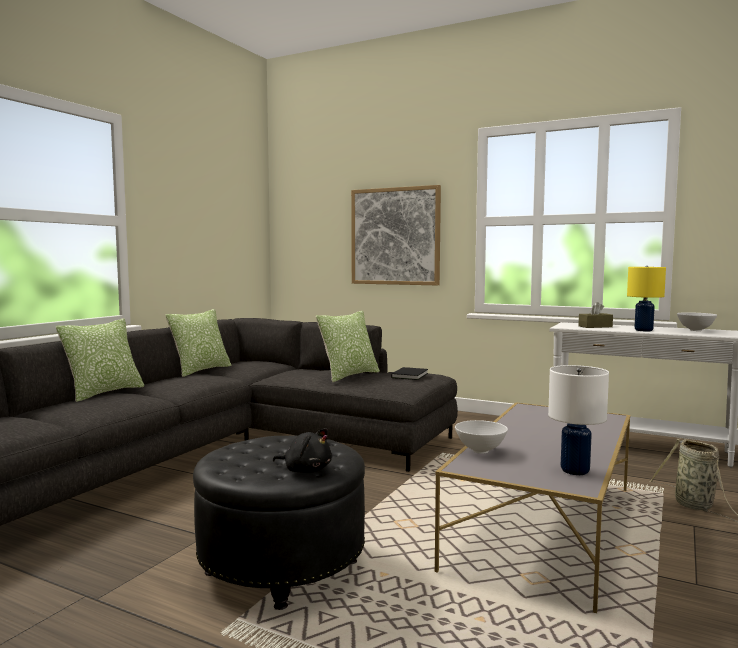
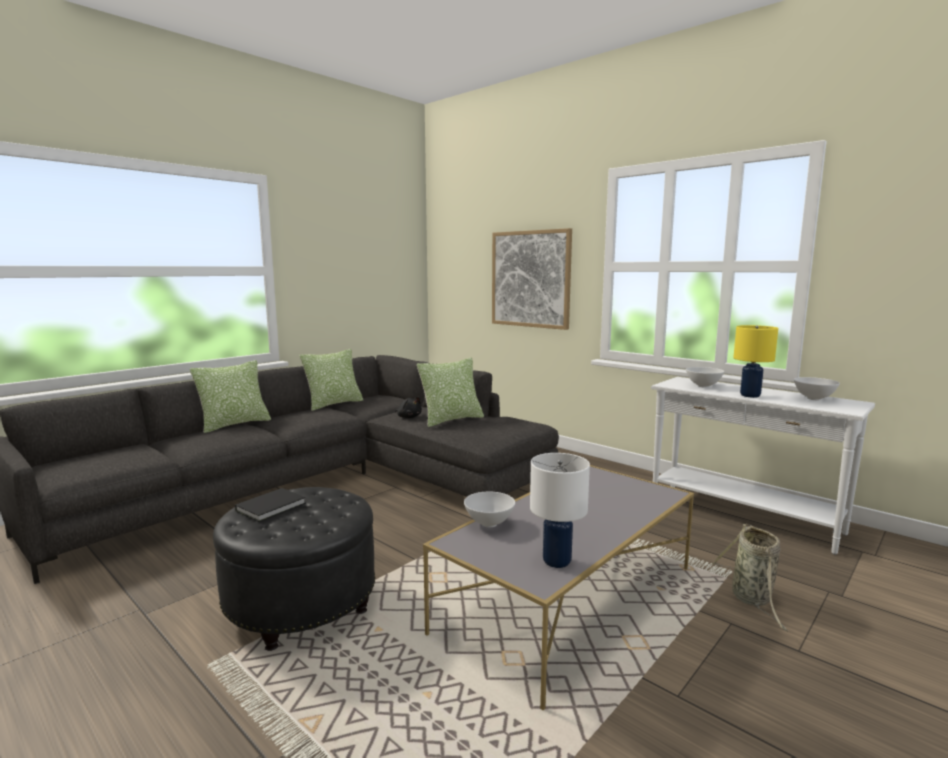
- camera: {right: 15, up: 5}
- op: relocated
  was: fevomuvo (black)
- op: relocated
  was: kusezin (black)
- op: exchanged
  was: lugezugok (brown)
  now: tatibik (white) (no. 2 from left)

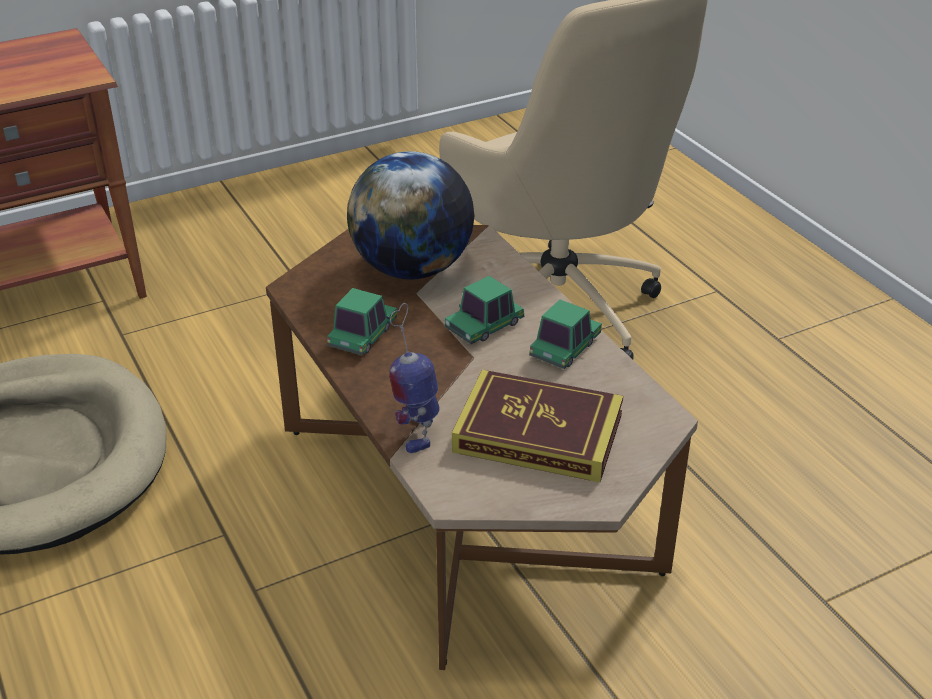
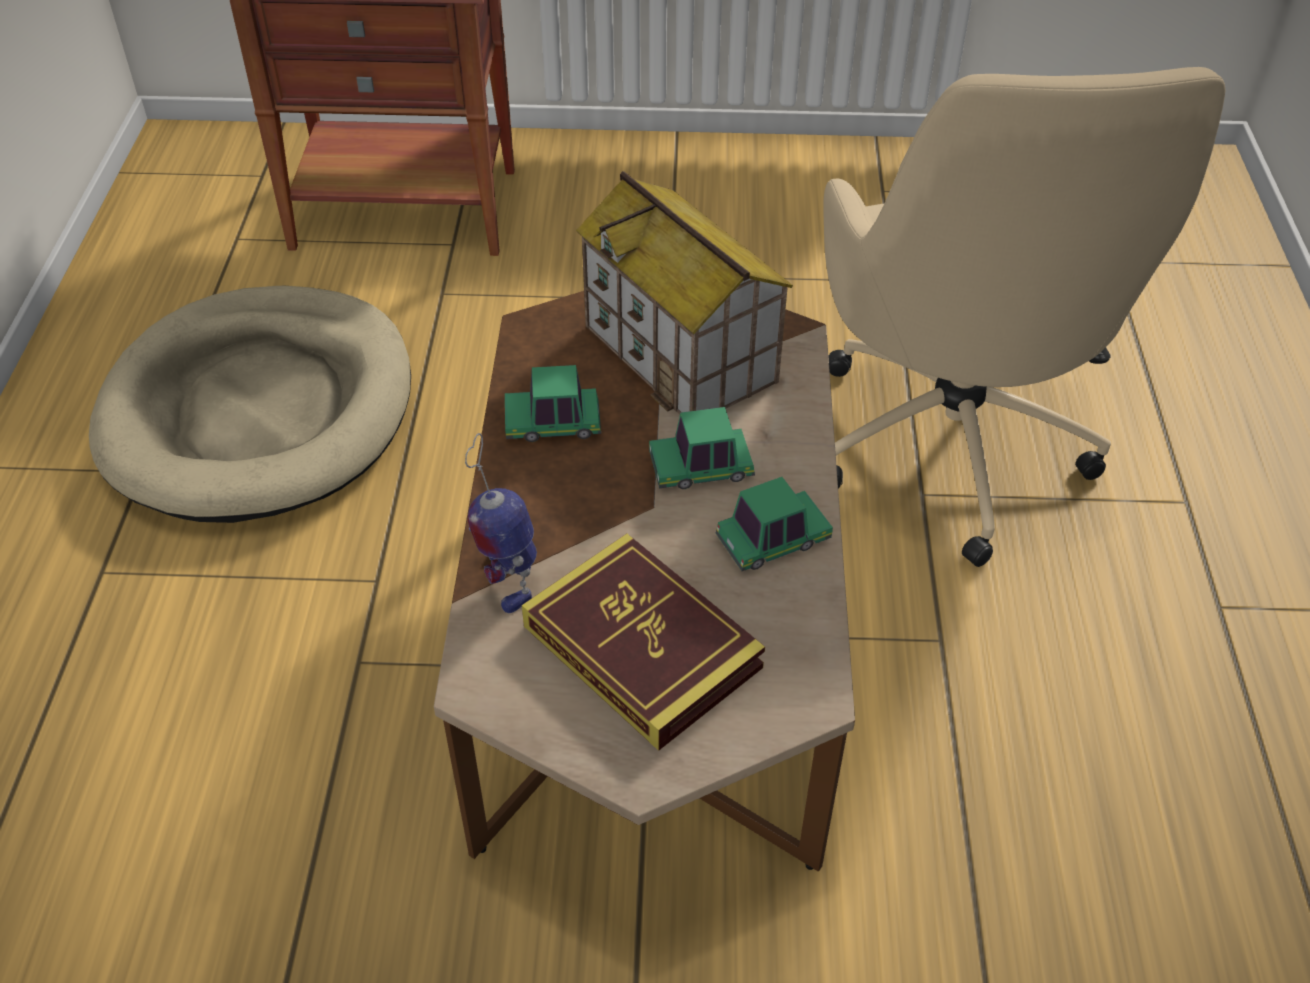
- camera: {right: 30, up: 10}
- op: exchanged
  was: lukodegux
  now: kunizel
- op: spun
  was: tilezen (no. 1 from left)
  clockwise: -150
- op: spun
  was: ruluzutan
  clockwise: -45

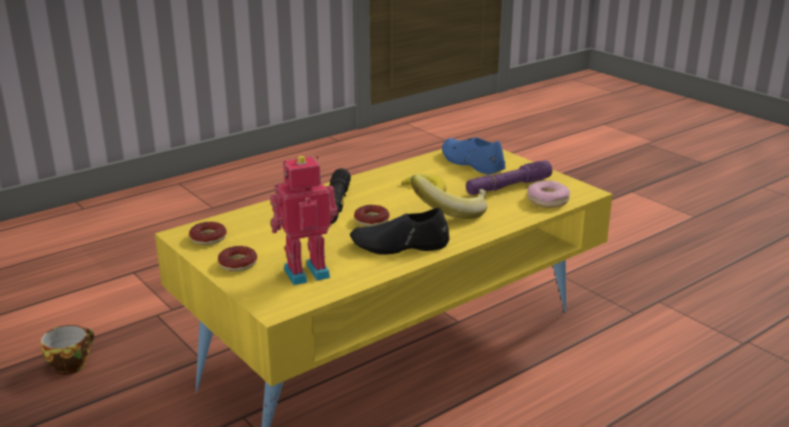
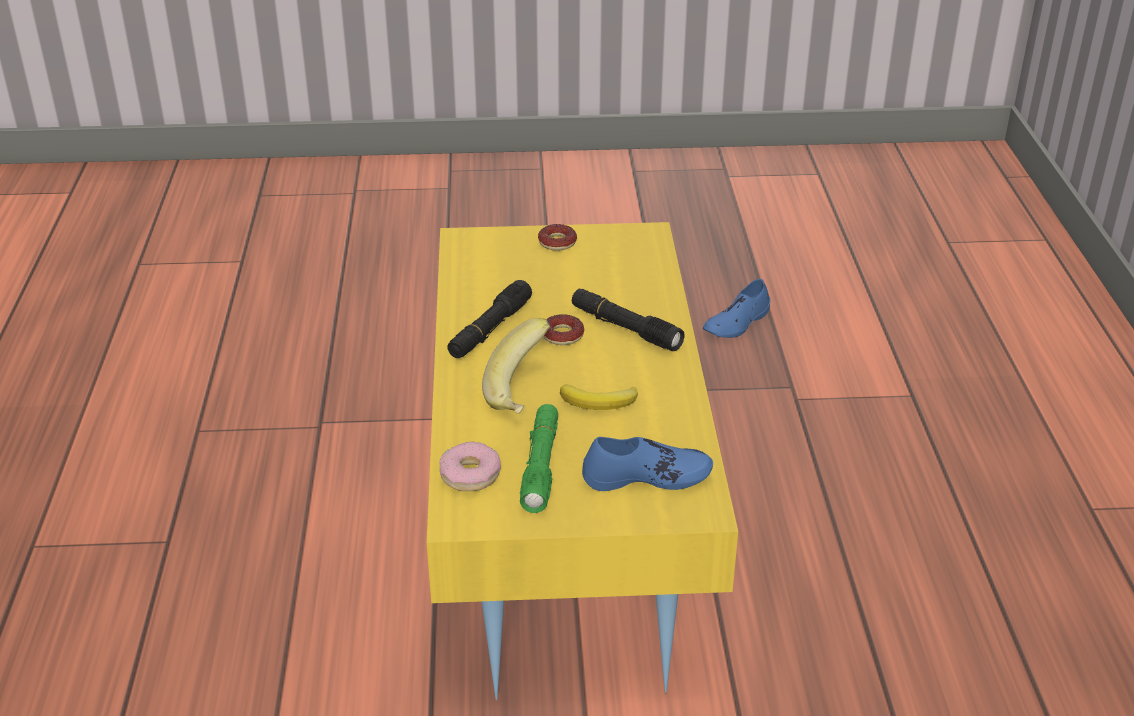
- camera: {right: 125, up: 10}
- op: missing
  was: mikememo (no. 1 from left)
- op: missing
  was: ruluzutan
- op: exchanged
  was: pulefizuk
  now: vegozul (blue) (no. 2 from left)
- op: exchanged
  was: vegozul (black)
  now: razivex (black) (no. 1 from left)
- op: colour
  was: razivex (purple)
  now: razivex (green)

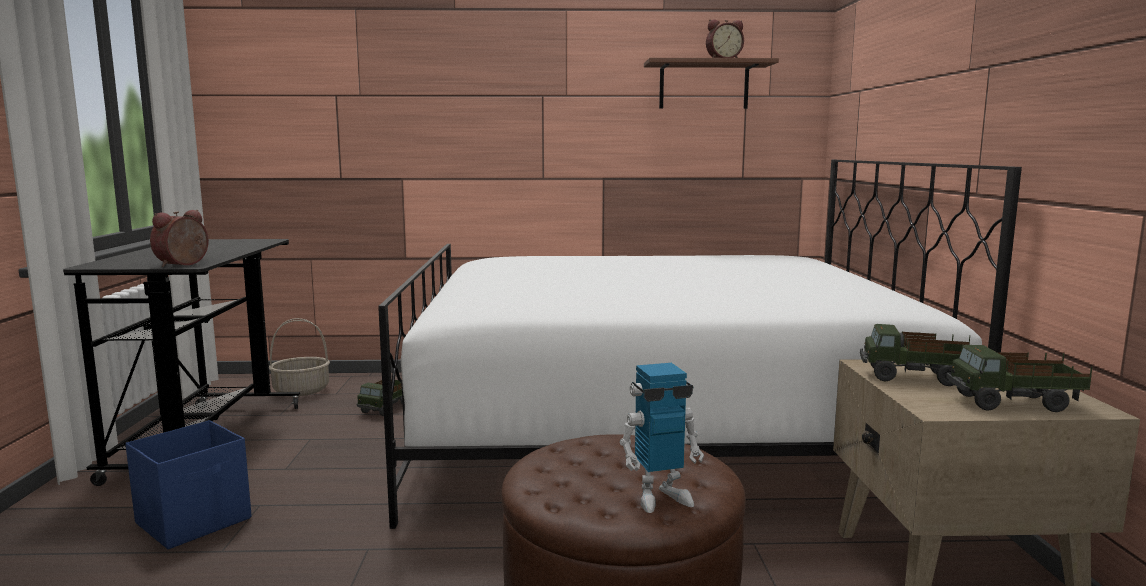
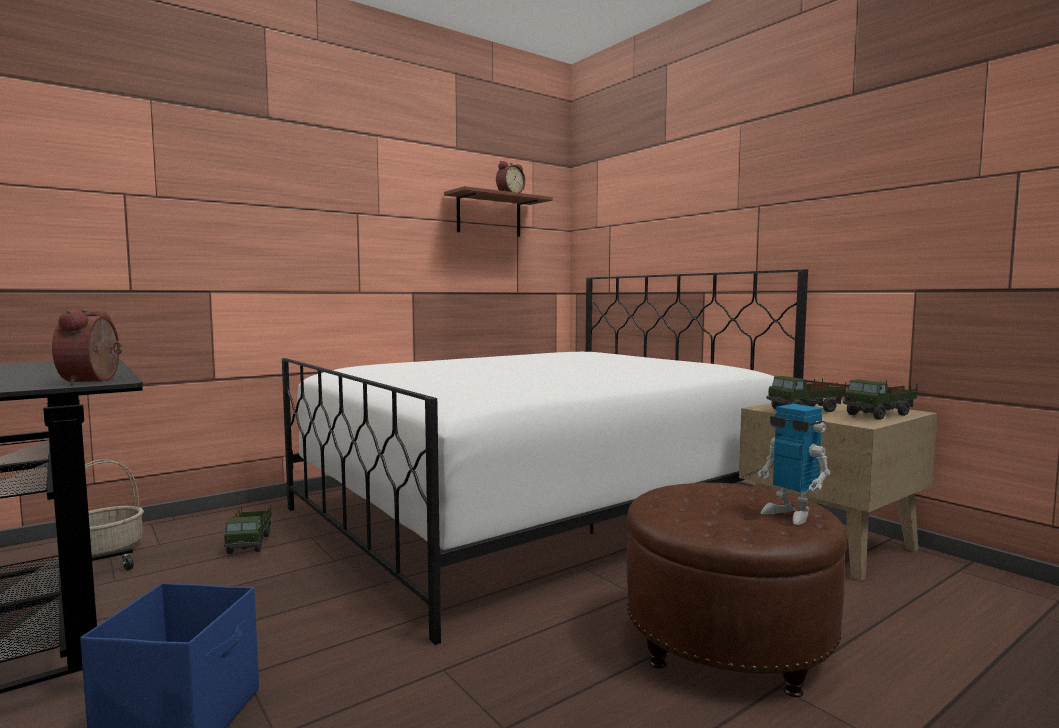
- camera: {right: -35, up: -5}
- op: spun
  was: ruluzutan
  clockwise: 105

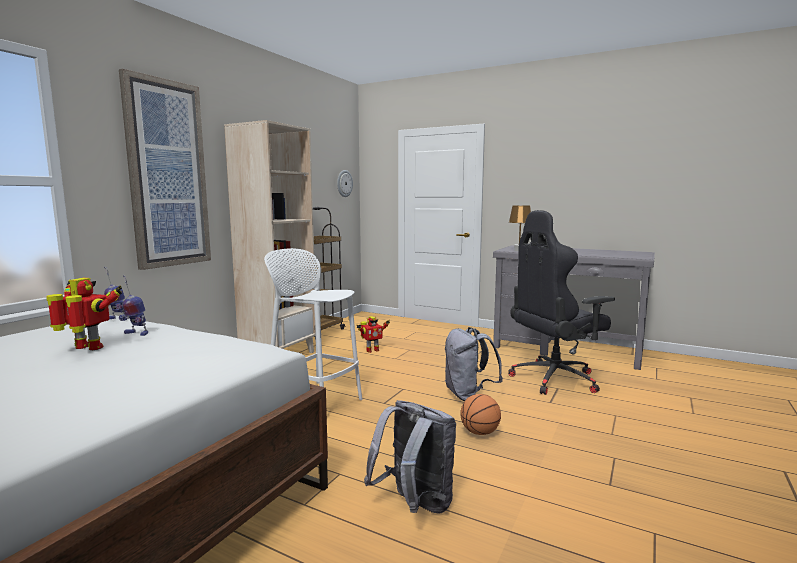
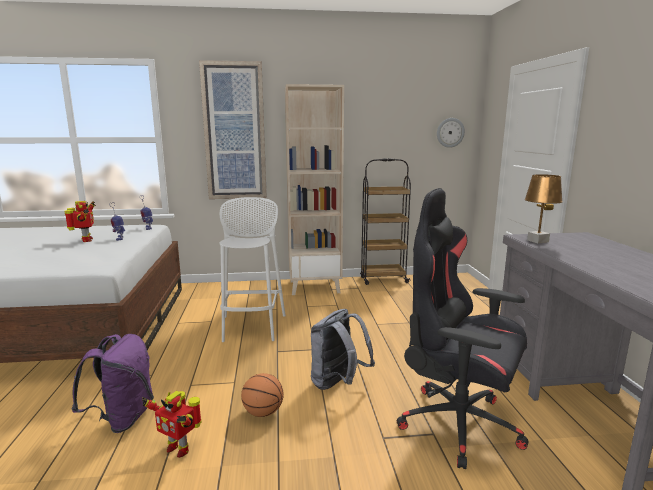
- camera: {right: 55, up: 5}
- op: relocated
  was: ruluzutan (no. 4 from left)
- op: colour
  was: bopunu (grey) (no. 1 from left)
  now: bopunu (purple)

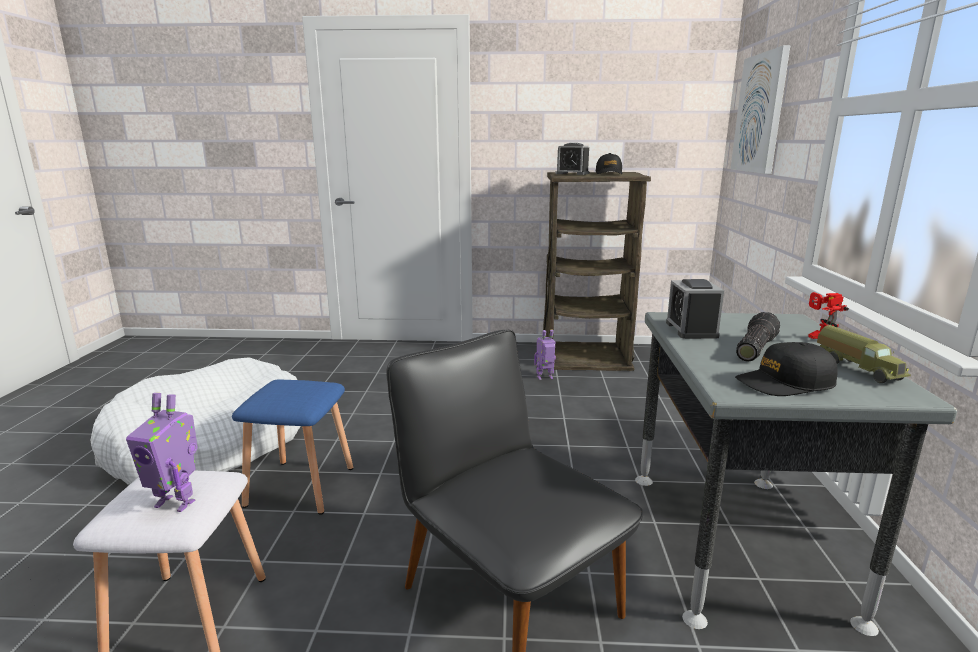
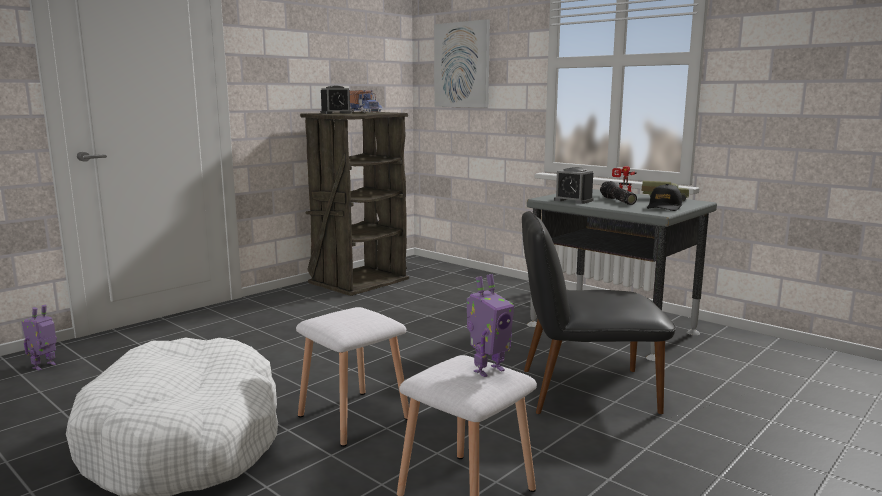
- camera: {right: -50, up: -5}
- op: relocated
  was: ruluzutan (no. 2 from left in the first image)
  now: ruluzutan (no. 1 from left)
- op: exchanged
  was: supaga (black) (no. 1 from left)
  now: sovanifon (no. 1 from left)
- op: colour
  was: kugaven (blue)
  now: kugaven (white) (no. 1 from left)

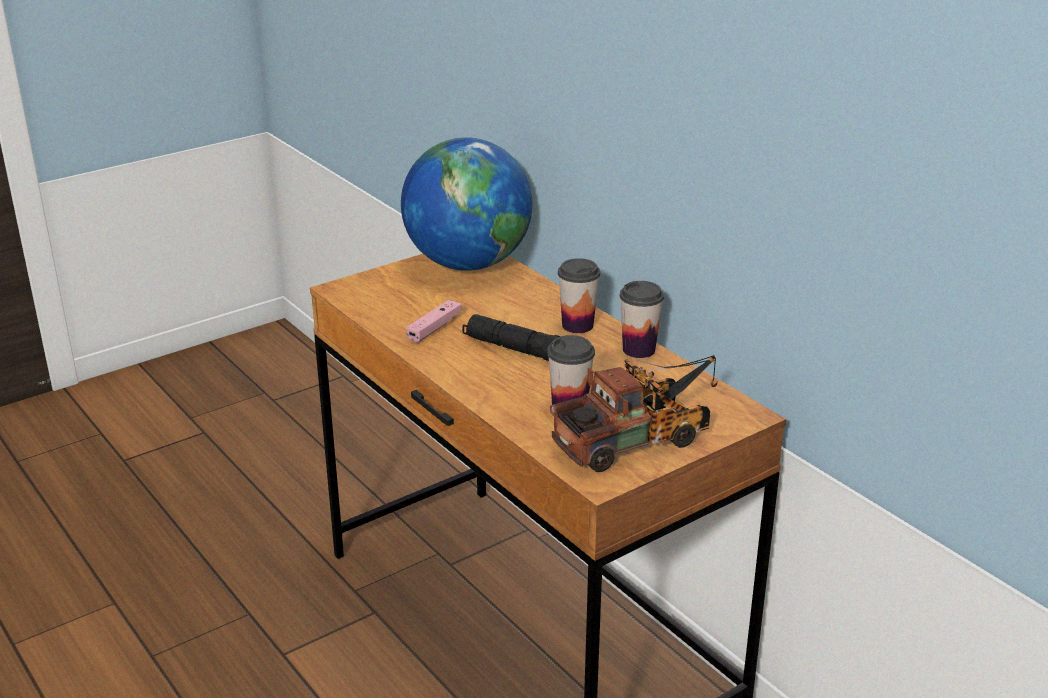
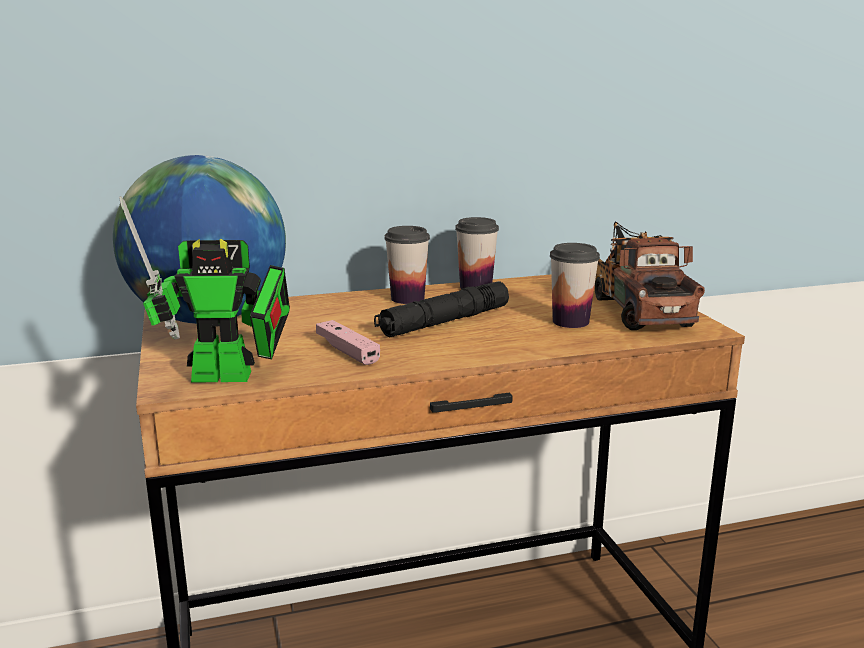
- camera: {right: -70, up: -10}
- op: appeared
  now: ruluzutan

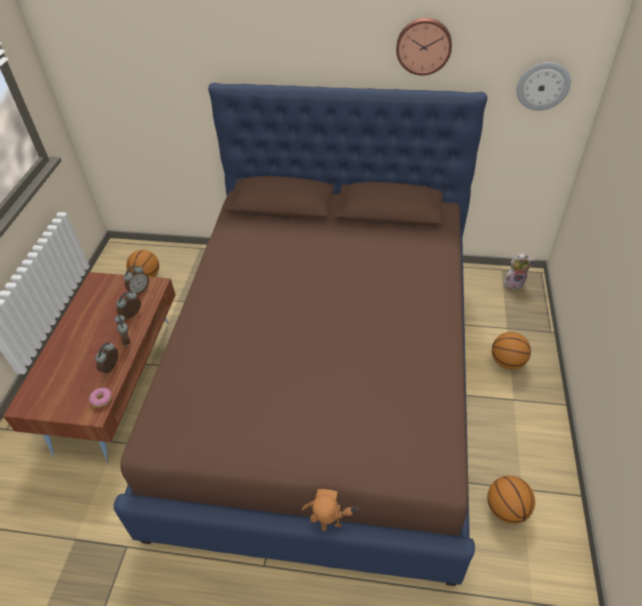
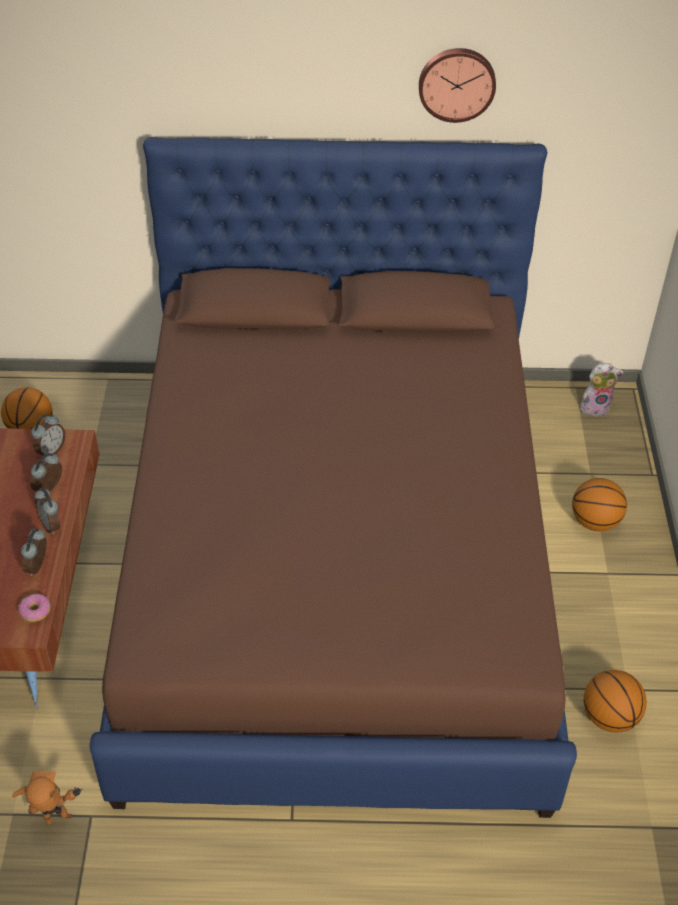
- camera: {right: -10, up: 0}
- op: missing
  was: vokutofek (no. 2 from left)
- op: relocated
  was: ruluzutan

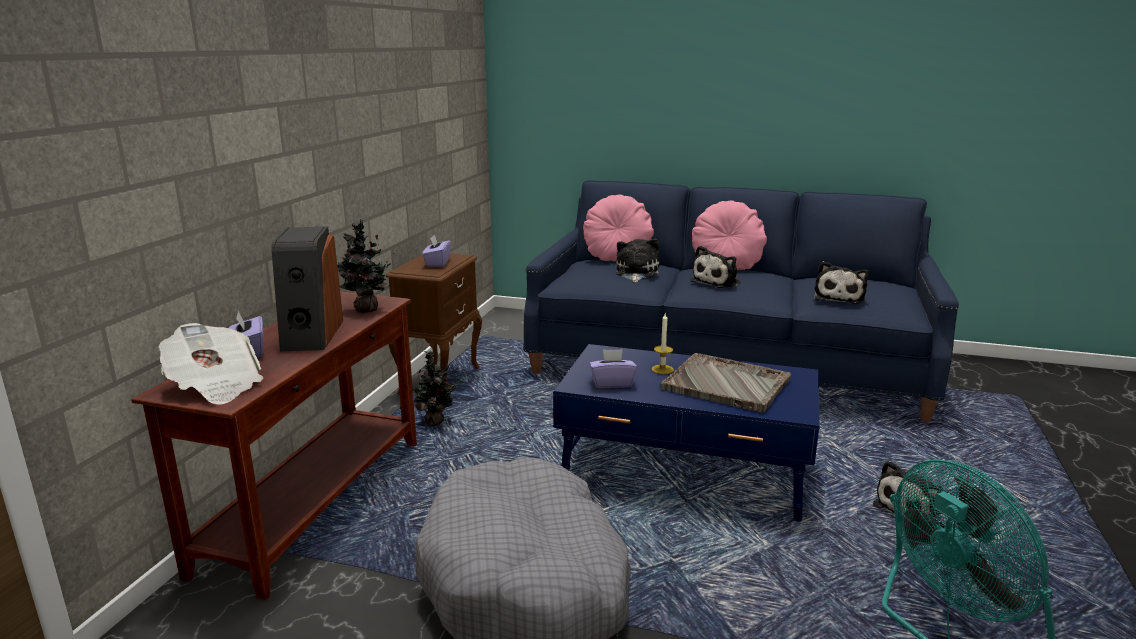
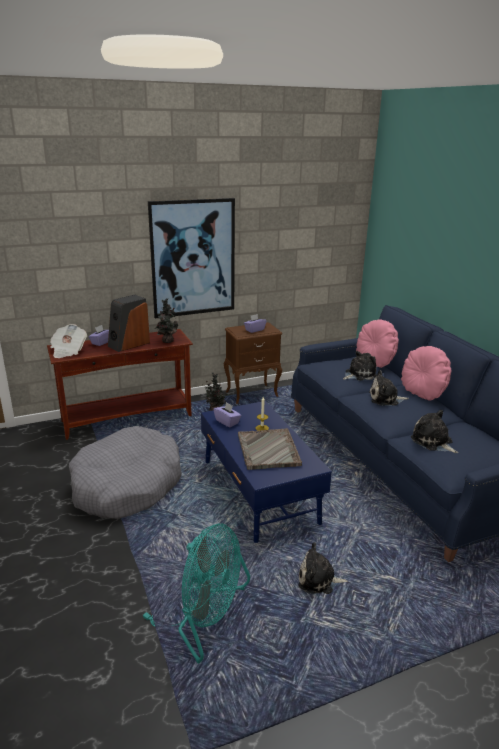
- camera: {right: 50, up: 5}
- op: appeared
  now: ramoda
- op: spun
  was: fevomuvo (no. 3 from left in the first image)
  clockwise: 75

